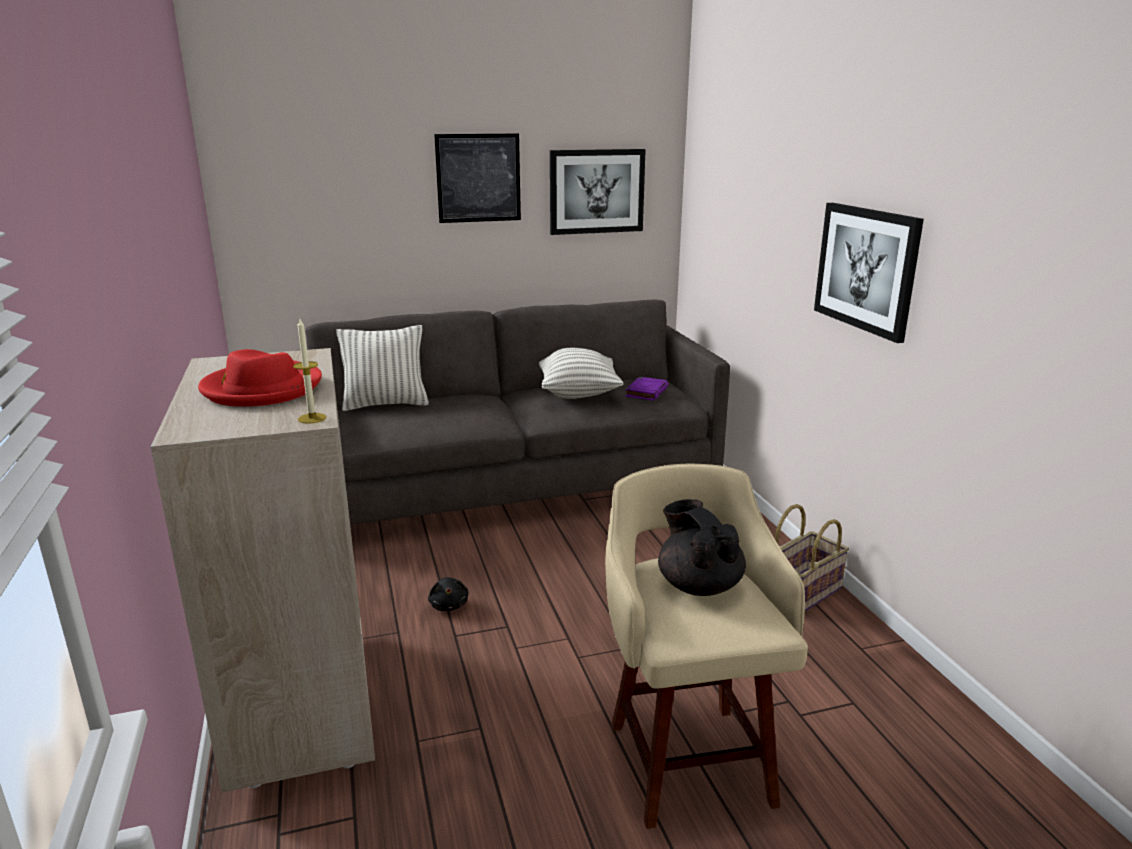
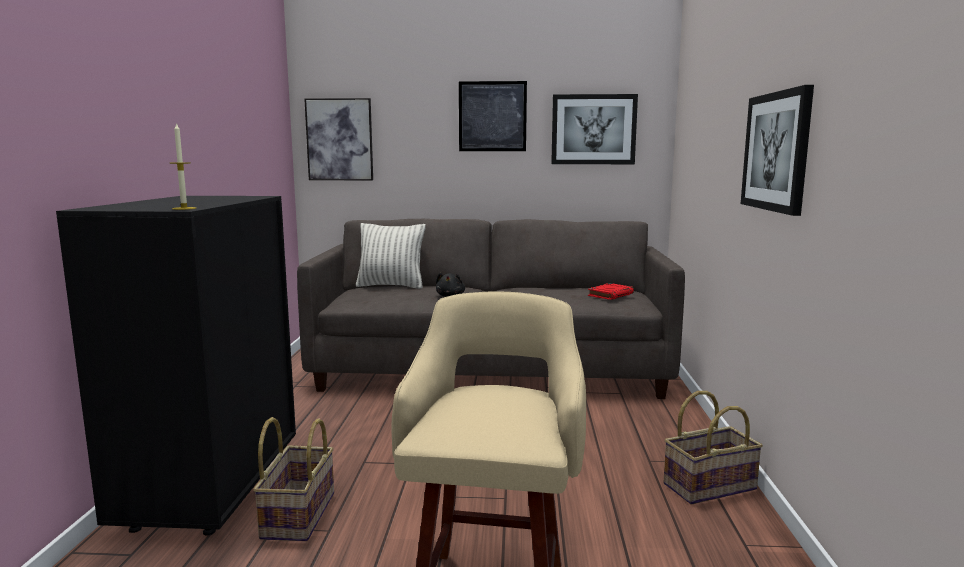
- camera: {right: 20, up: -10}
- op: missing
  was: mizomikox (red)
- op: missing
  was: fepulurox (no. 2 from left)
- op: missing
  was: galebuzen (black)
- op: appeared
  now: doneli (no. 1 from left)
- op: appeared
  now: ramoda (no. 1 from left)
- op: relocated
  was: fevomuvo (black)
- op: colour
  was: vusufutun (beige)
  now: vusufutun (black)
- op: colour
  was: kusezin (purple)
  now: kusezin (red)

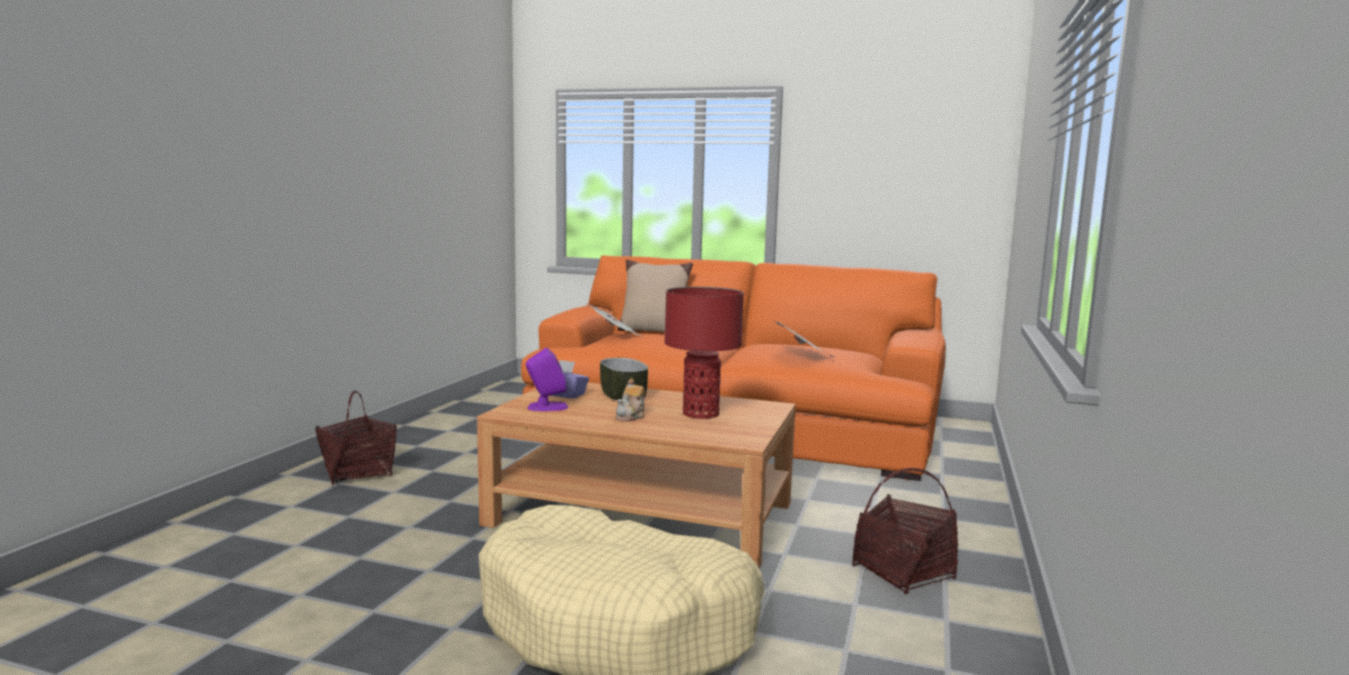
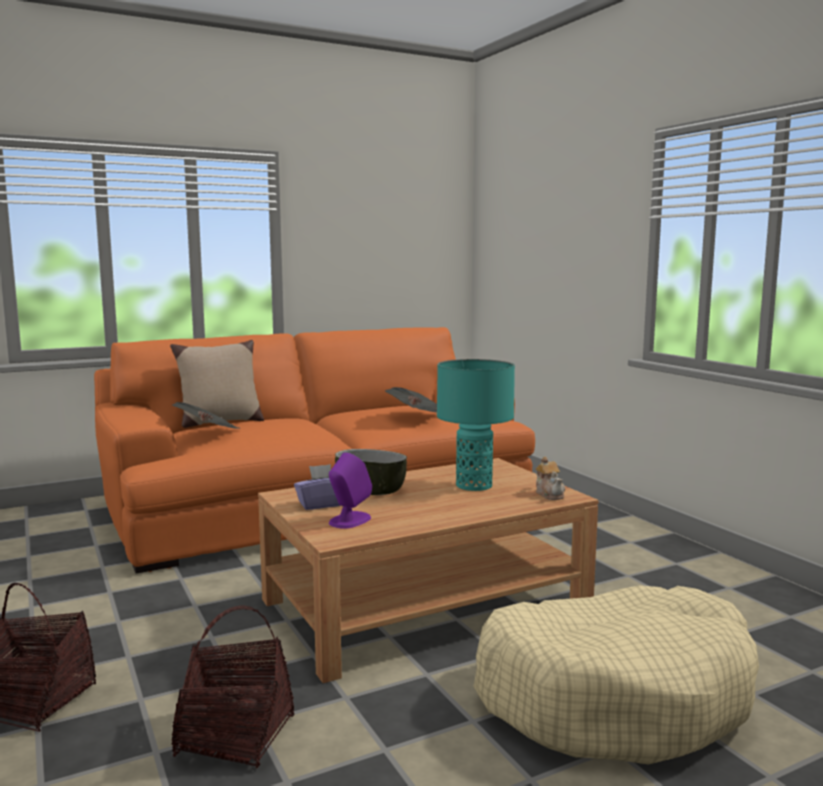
- camera: {right: -45, up: 0}
- op: relocated
  was: galebuzen
- op: relocated
  was: doneli (no. 2 from left)
- op: colour
  was: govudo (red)
  now: govudo (turquoise)

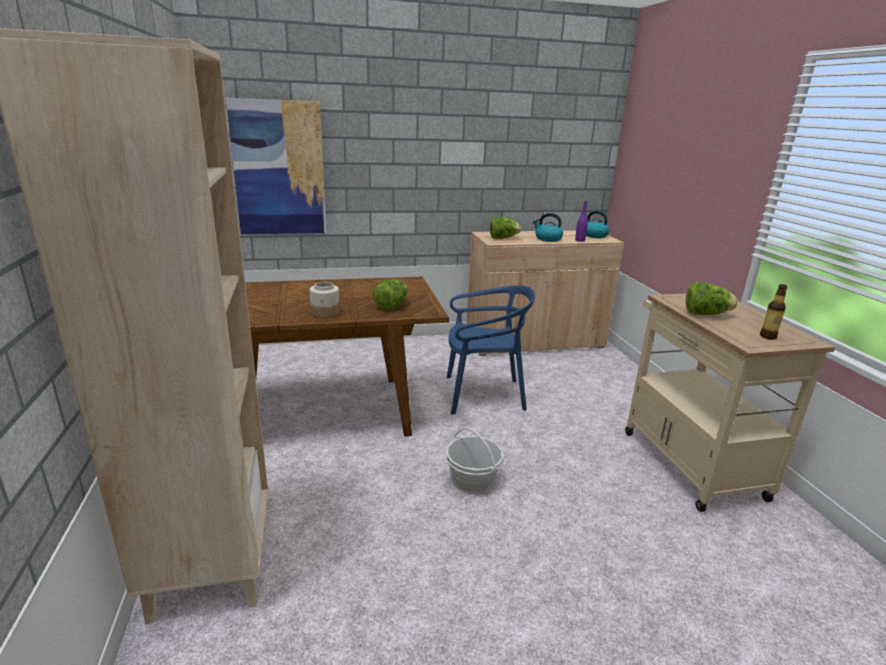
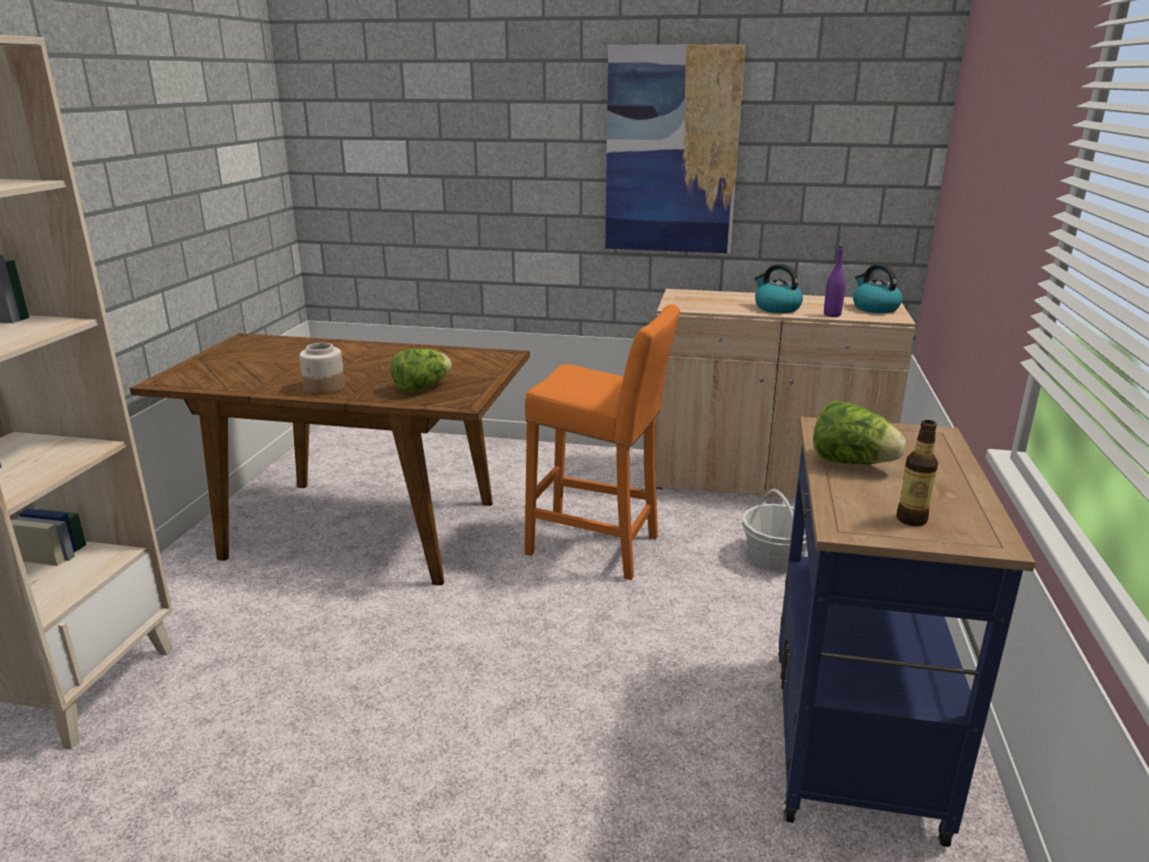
- camera: {right: 25, up: 0}
- op: missing
  was: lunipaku (no. 2 from left)
- op: relocated
  was: ramoda
- op: relocated
  was: doneli
- op: exchanged
  was: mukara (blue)
  now: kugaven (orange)
- op: colour
  was: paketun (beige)
  now: paketun (blue)

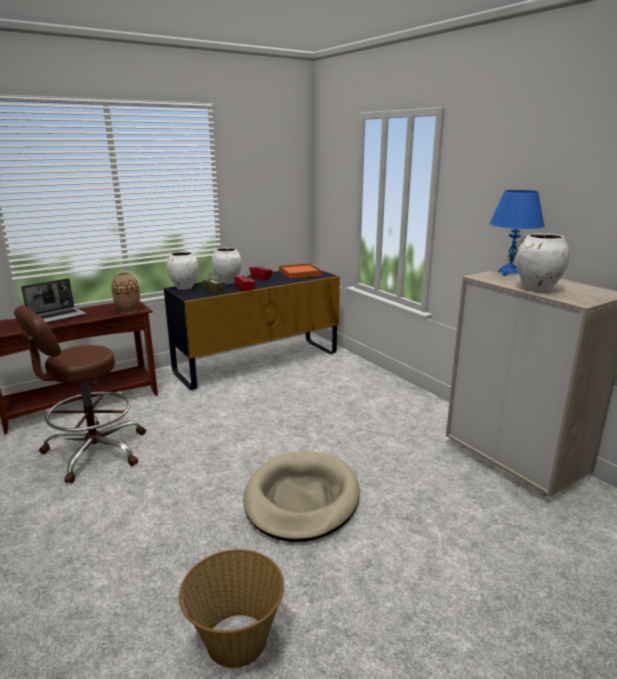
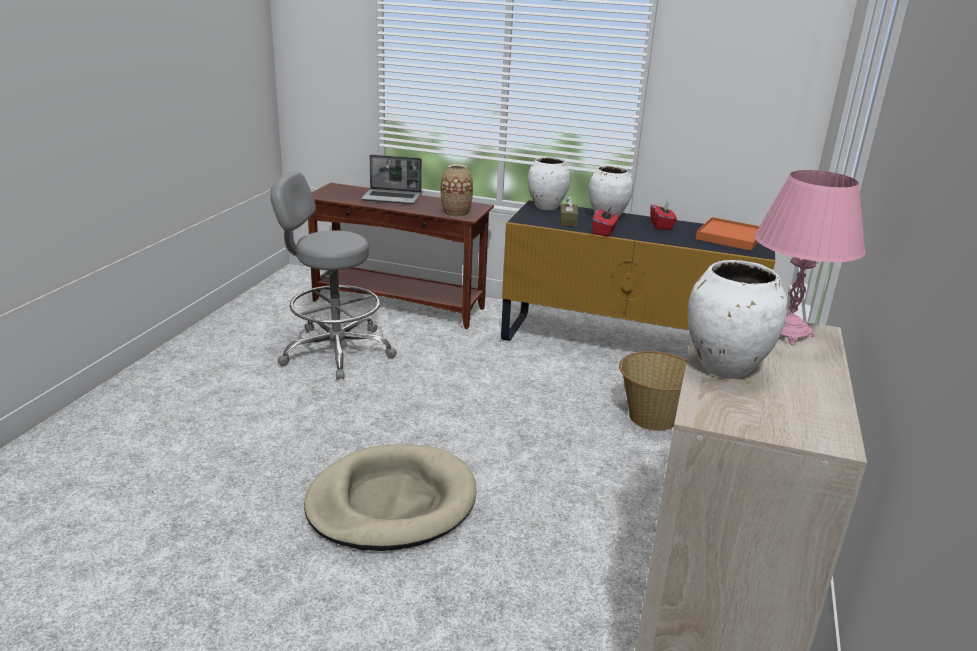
- camera: {right: 50, up: 5}
- op: relocated
  was: doneli
- op: colour
  was: kugaven (brown)
  now: kugaven (grey)
- op: colour
  was: govudo (blue)
  now: govudo (pink)

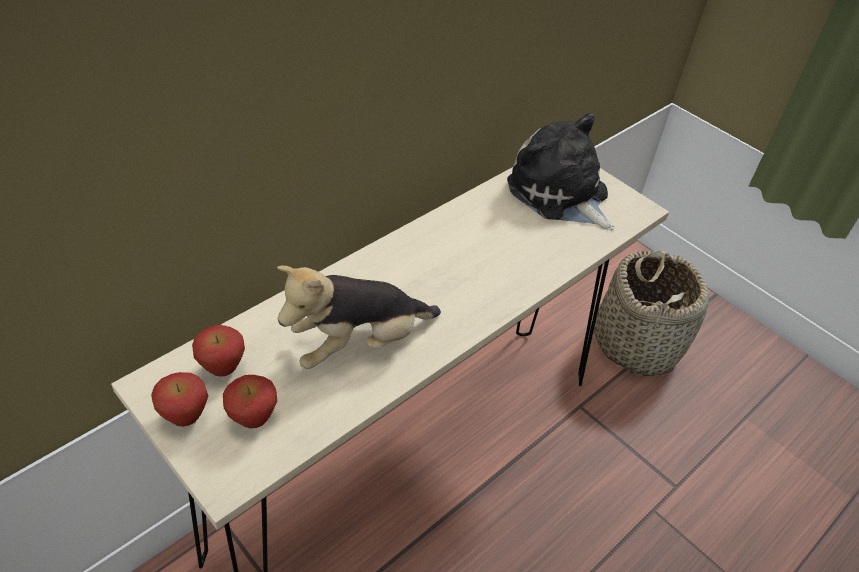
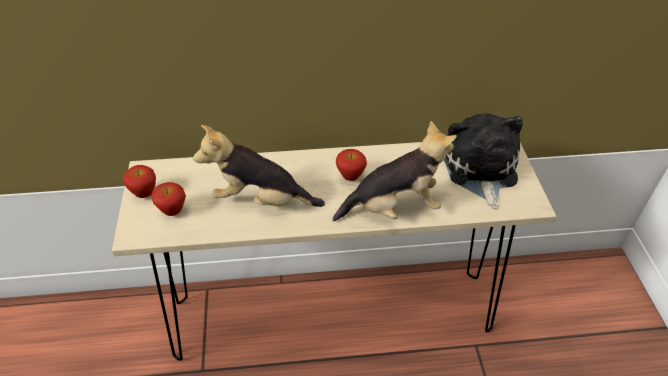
- camera: {right: 40, up: 0}
- op: missing
  was: doneli
- op: appeared
  now: fevomuvo (no. 2 from left)
- op: relocated
  was: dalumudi (no. 2 from left in the first image)
  now: dalumudi (no. 3 from left)

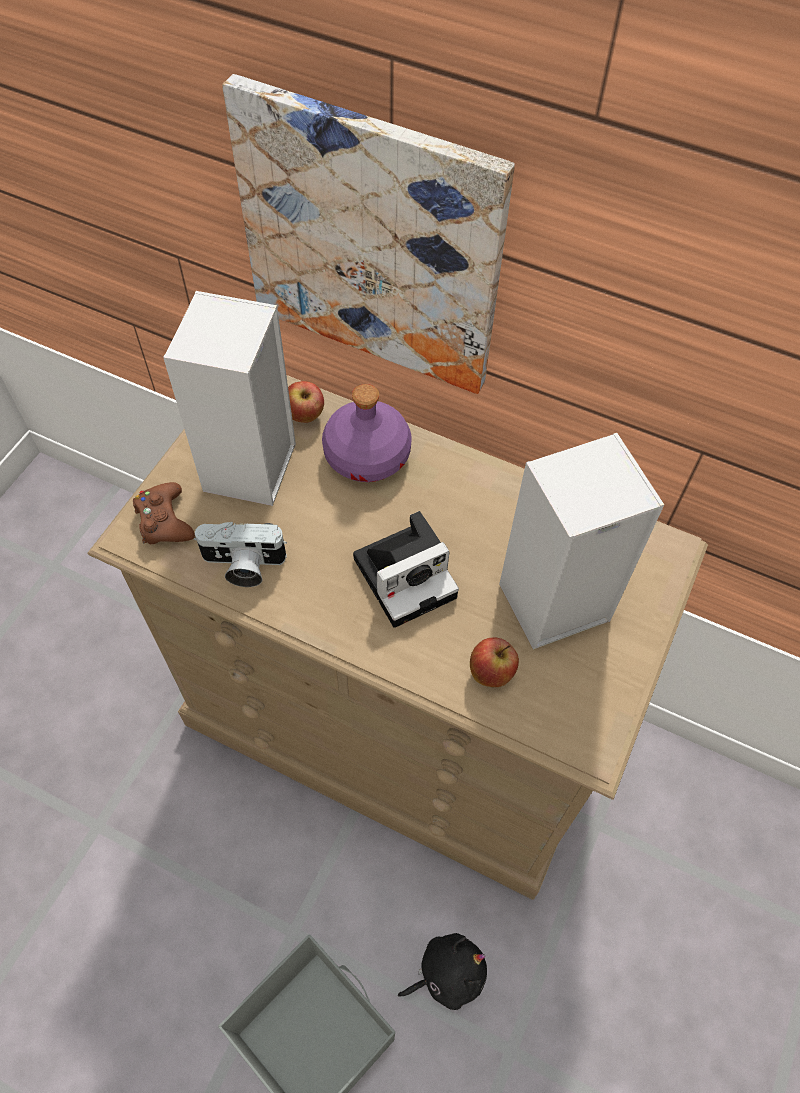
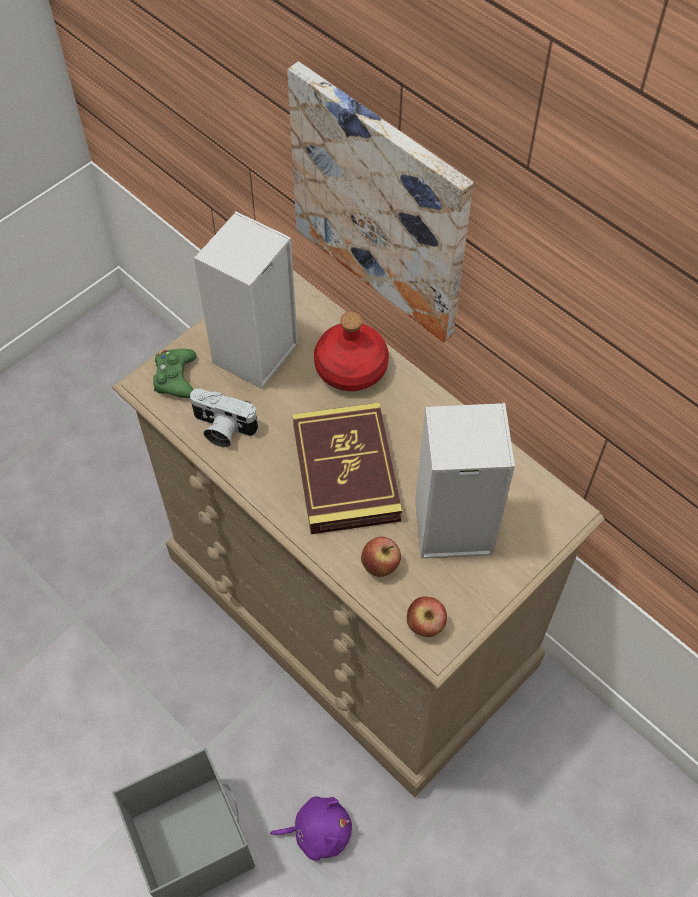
- camera: {right: 20, up: 0}
- op: relocated
  was: dalumudi (no. 1 from left in the first image)
  now: dalumudi (no. 2 from left)
- op: exchanged
  was: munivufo (no. 2 from left)
  now: kusezin
- op: colour
  was: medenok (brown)
  now: medenok (green)
- op: colour
  was: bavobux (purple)
  now: bavobux (red)
- op: colour
  was: fevomuvo (black)
  now: fevomuvo (purple)

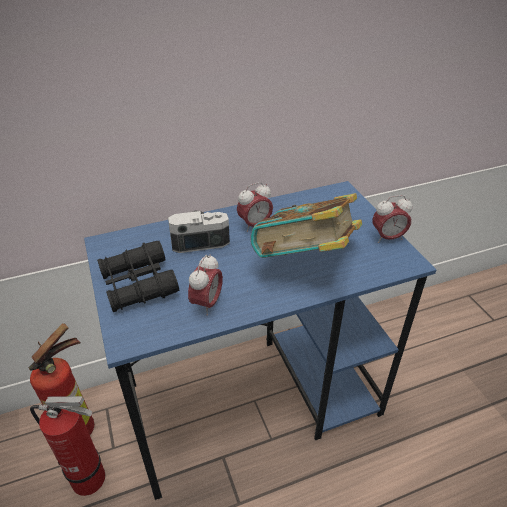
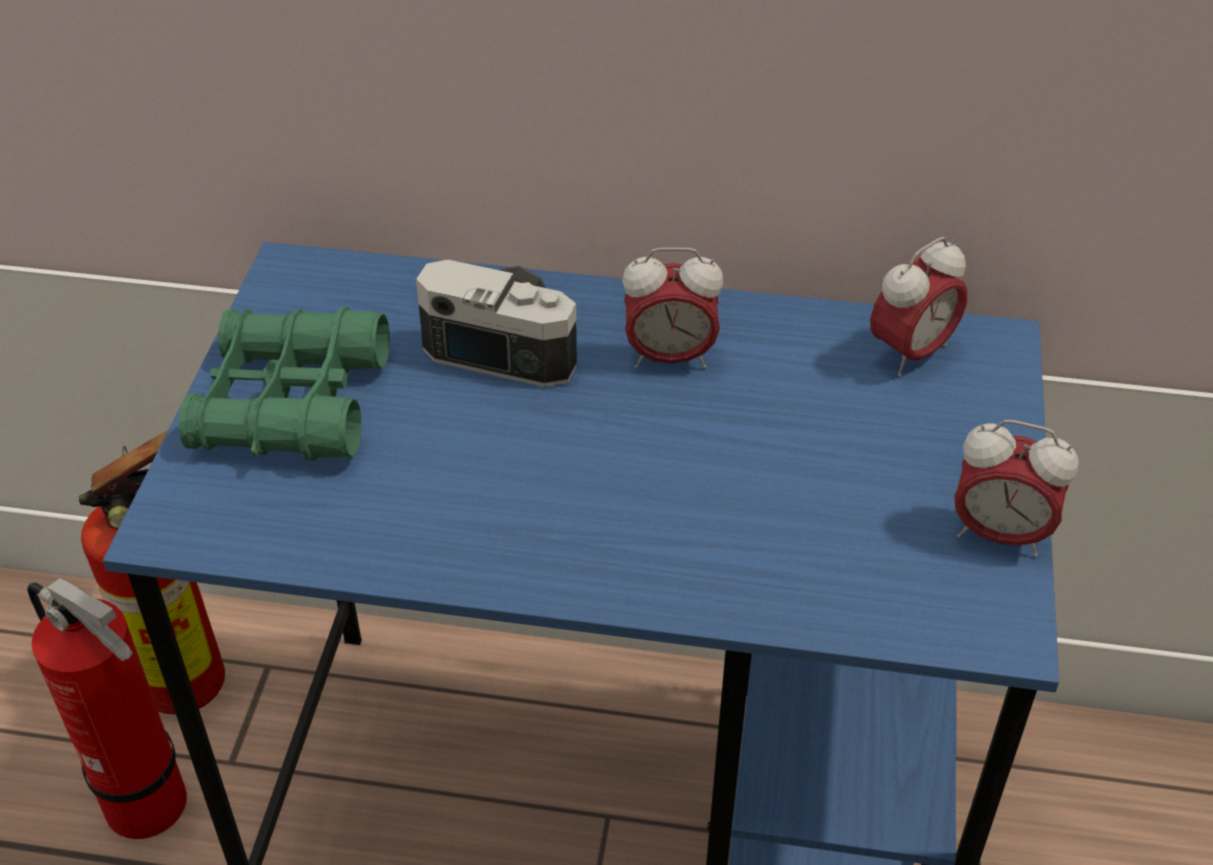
- camera: {right: 30, up: 5}
- op: missing
  was: kusezin
- op: relocated
  was: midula (no. 1 from left in the first image)
  now: midula (no. 2 from left)
- op: colour
  was: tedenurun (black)
  now: tedenurun (green)

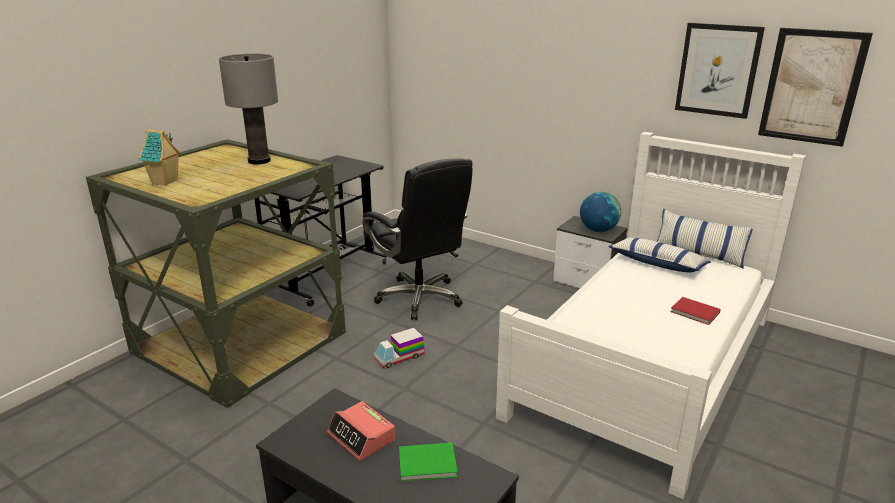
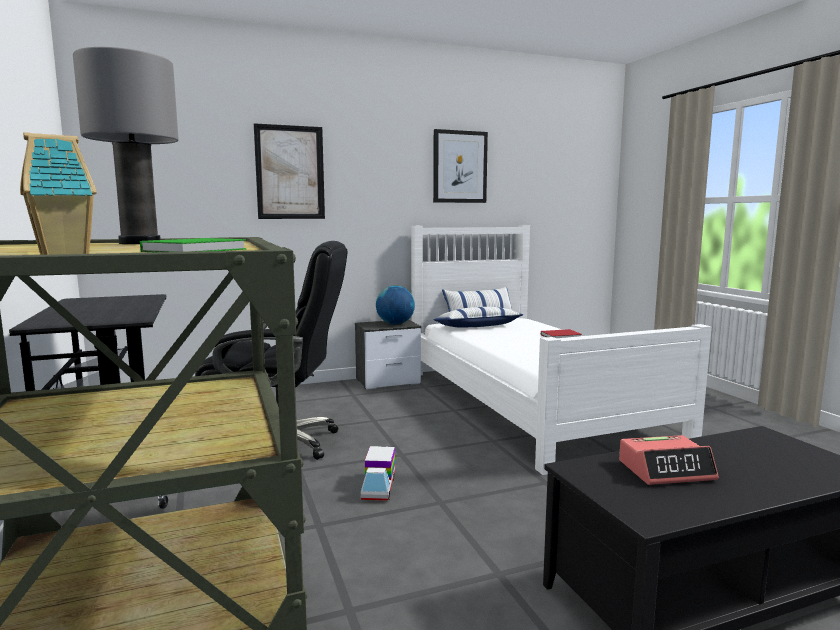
- camera: {right: -55, up: -15}
- op: relocated
  was: kusezin (green)
- op: relocated
  was: ramoda (no. 2 from left in the first image)
  now: ramoda (no. 1 from left)

